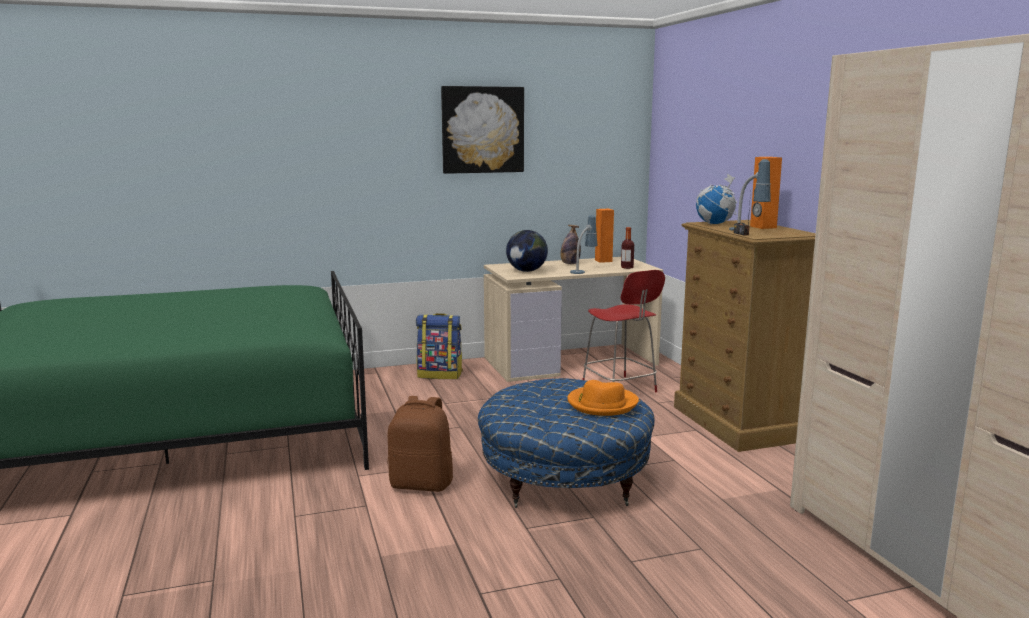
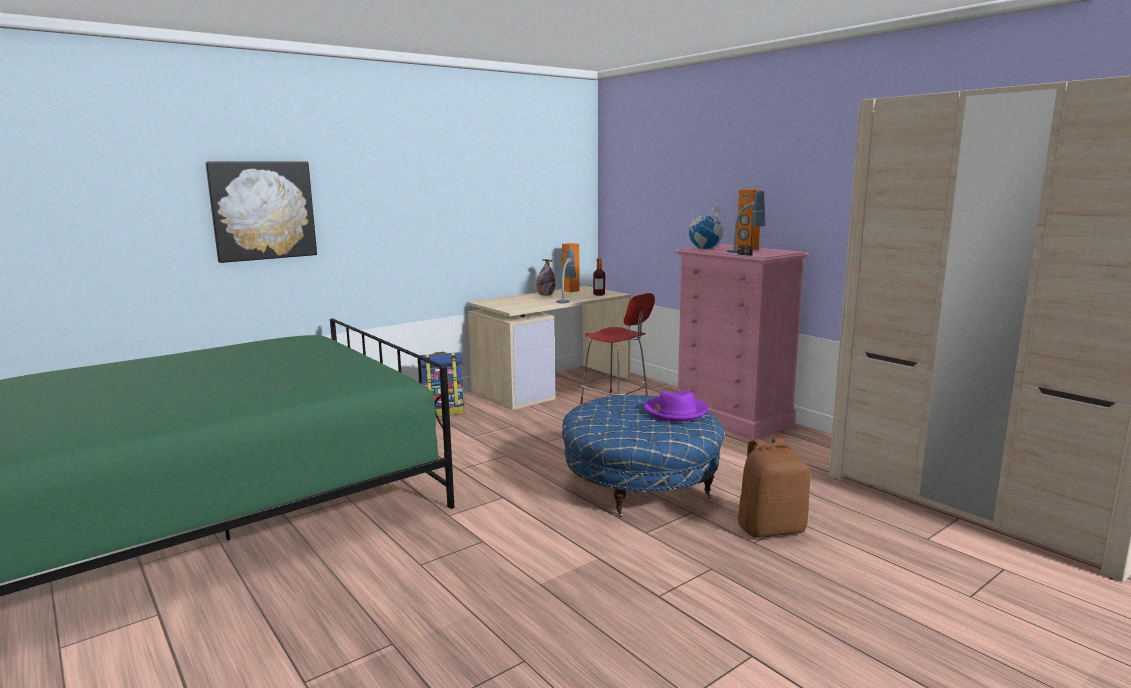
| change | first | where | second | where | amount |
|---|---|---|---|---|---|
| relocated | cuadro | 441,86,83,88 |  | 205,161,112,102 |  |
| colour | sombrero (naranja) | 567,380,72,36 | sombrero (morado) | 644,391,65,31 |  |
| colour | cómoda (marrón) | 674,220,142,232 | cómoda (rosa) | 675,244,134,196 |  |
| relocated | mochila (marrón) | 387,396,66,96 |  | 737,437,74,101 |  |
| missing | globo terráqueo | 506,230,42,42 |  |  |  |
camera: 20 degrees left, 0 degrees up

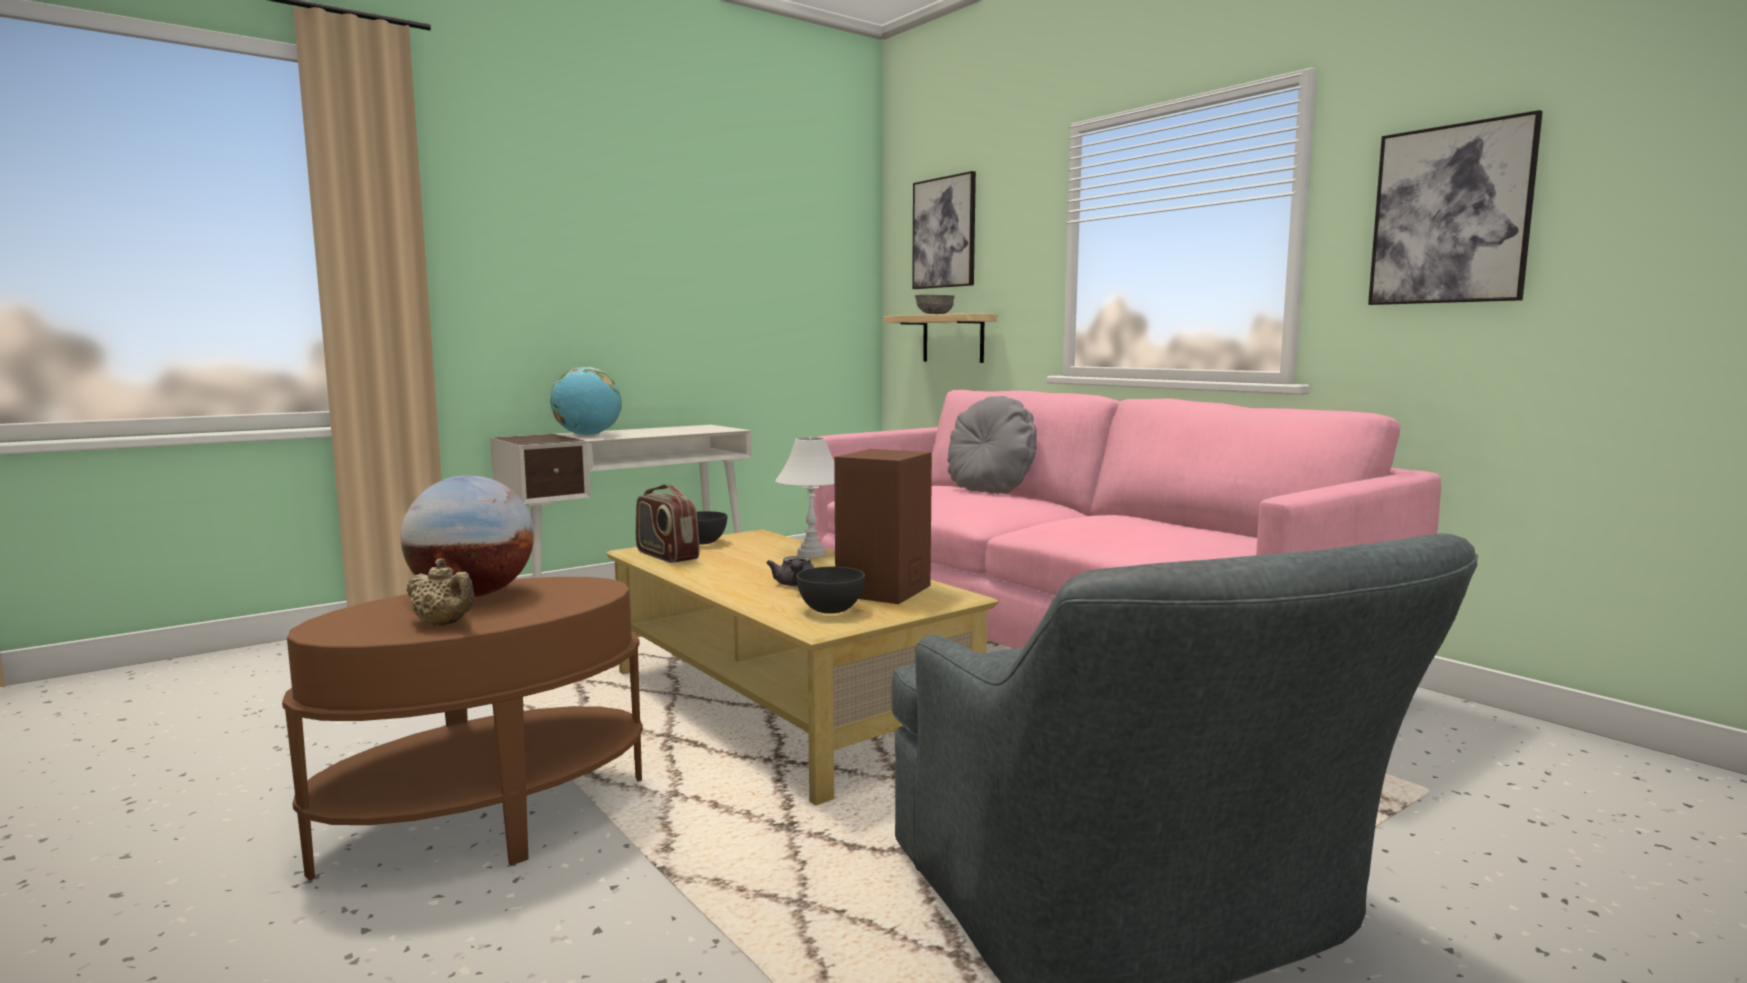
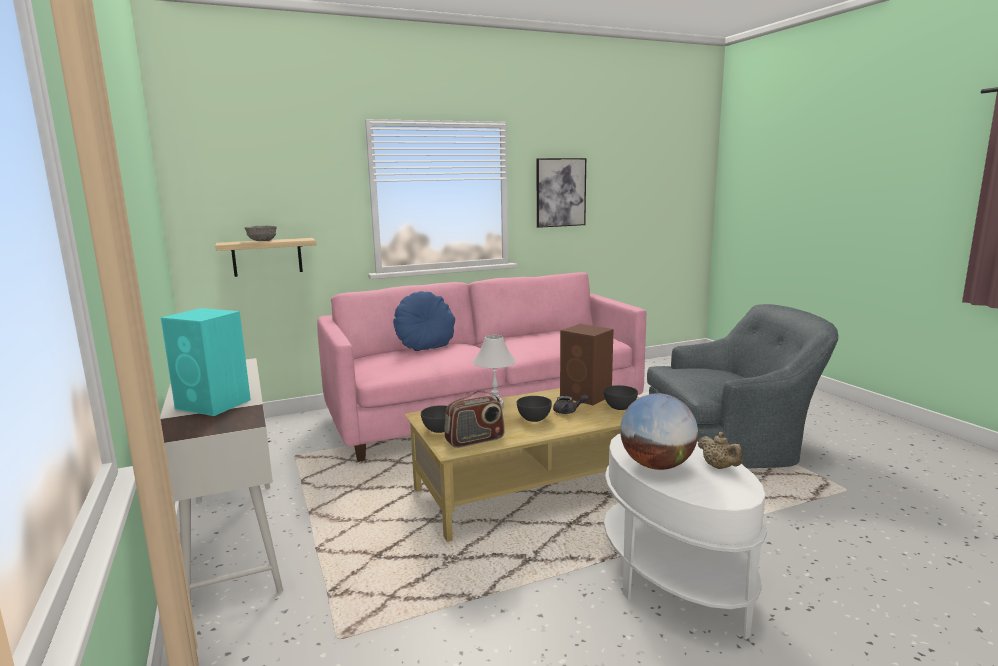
| change | first | where | second | where | amount |
|---|---|---|---|---|---|
| exchanged | globo terráqueo | 550,367,72,69 | altavoz (turquesa) | 161,308,90,108 |  |
| colour | cojín (gris) | 948,396,89,98 | cojín (azul) | 393,291,62,60 |  |
| appeared |  |  | cuenco (gris) | 517,396,35,26 |  |
| colour | mesa auxiliar (marrón) | 282,577,361,304 | mesa auxiliar (blanco) | 604,434,163,205 |  |
| spun | tetera (beis) | 406,558,69,68 |  | 698,432,45,37 | 105 degrees clockwise |
| missing | cuadro | 912,171,64,118 |  |  |  |
camera: 75 degrees left, 5 degrees up

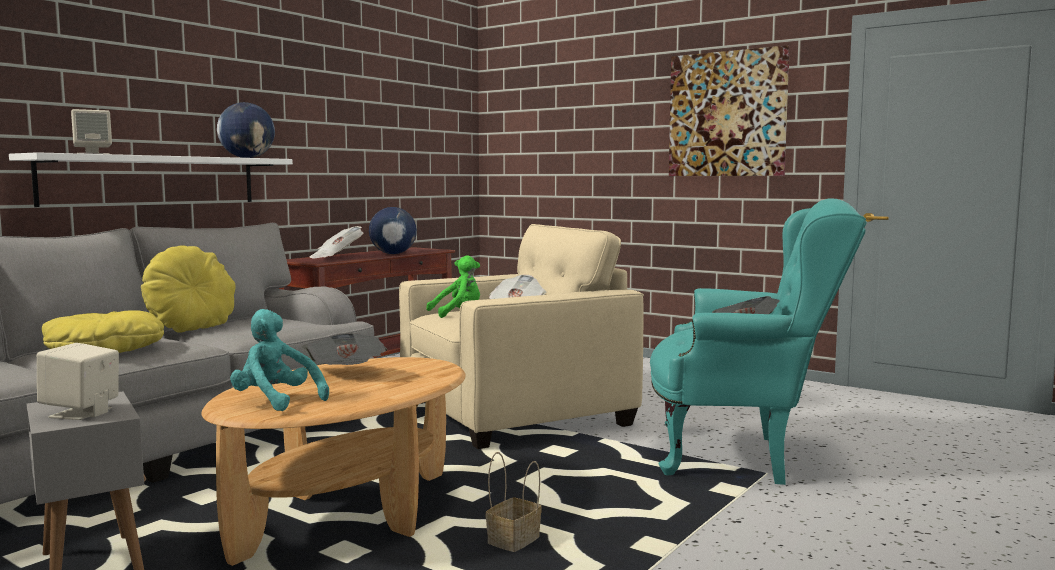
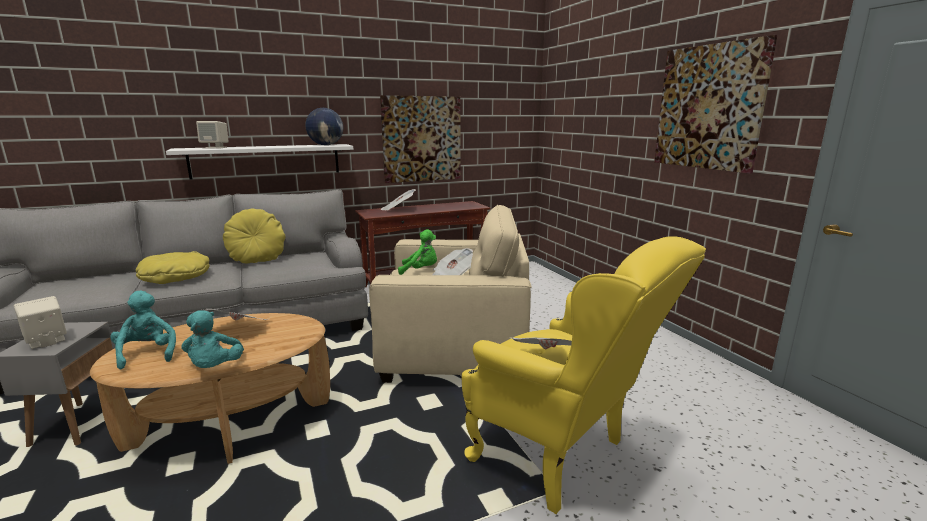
| change | first | where | second | where | amount |
|---|---|---|---|---|---|
| appeared |  |  | peluche (turquesa) | 181,310,63,58 |  |
| appeared |  |  | cuadro | 380,95,81,88 |  |
| colour | sillón (turquesa) | 650,198,217,287 | sillón (amarillo) | 462,236,244,278 |  |
| missing | globo terráqueo | 369,207,48,47 |  |  |  |
| missing | cesta | 486,452,56,100 |  |  |  |
camera: 30 degrees right, 10 degrees up

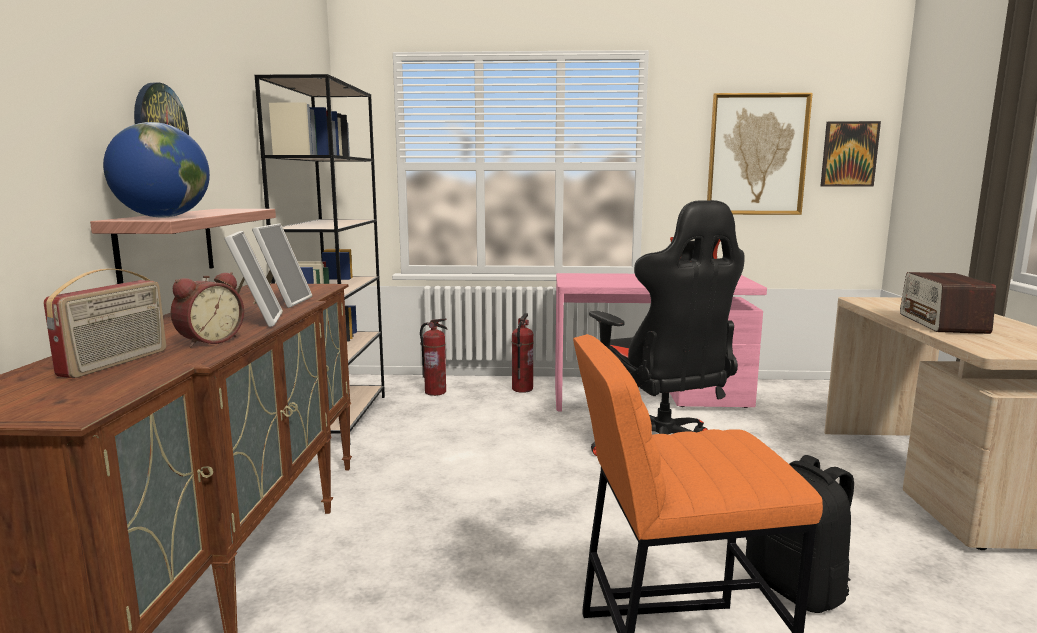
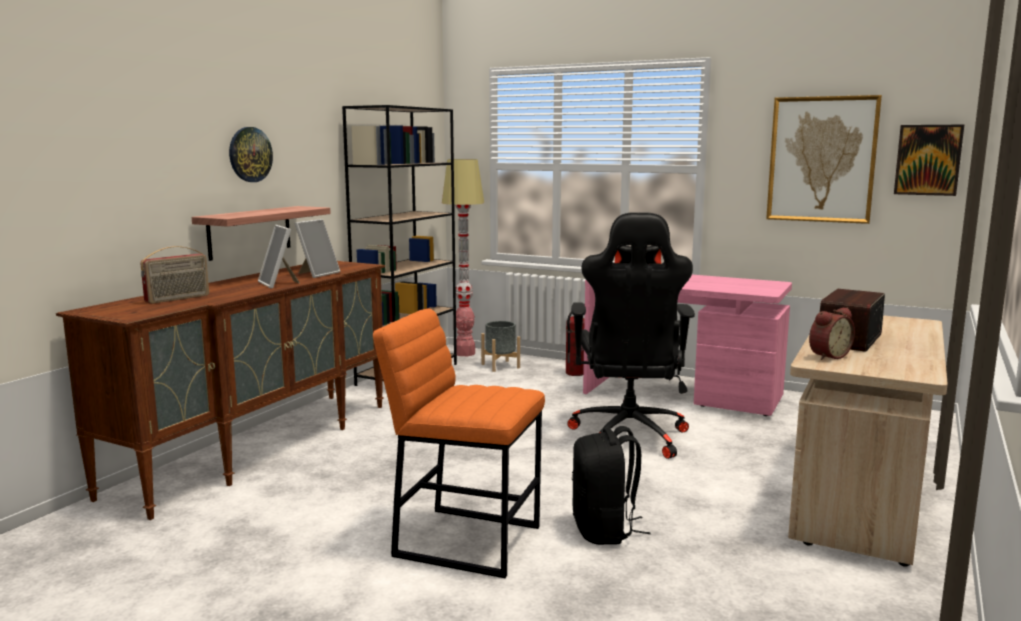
| change | first | where | second | where | amount |
|---|---|---|---|---|---|
| spun | portarretratos | 224,231,59,96 |  | 258,225,42,64 | 135 degrees clockwise |
| appeared |  |  | lámpara de pie | 442,159,42,197 |  |
| exchanged | extintor | 420,318,27,78 | maceta (gris) | 481,321,39,51 |  |
| relocated | despertador | 171,272,73,75 |  | 809,307,46,53 |  |
| missing | globo terráqueo | 103,122,107,95 |  |  |  |
camera: 25 degrees right, 0 degrees up

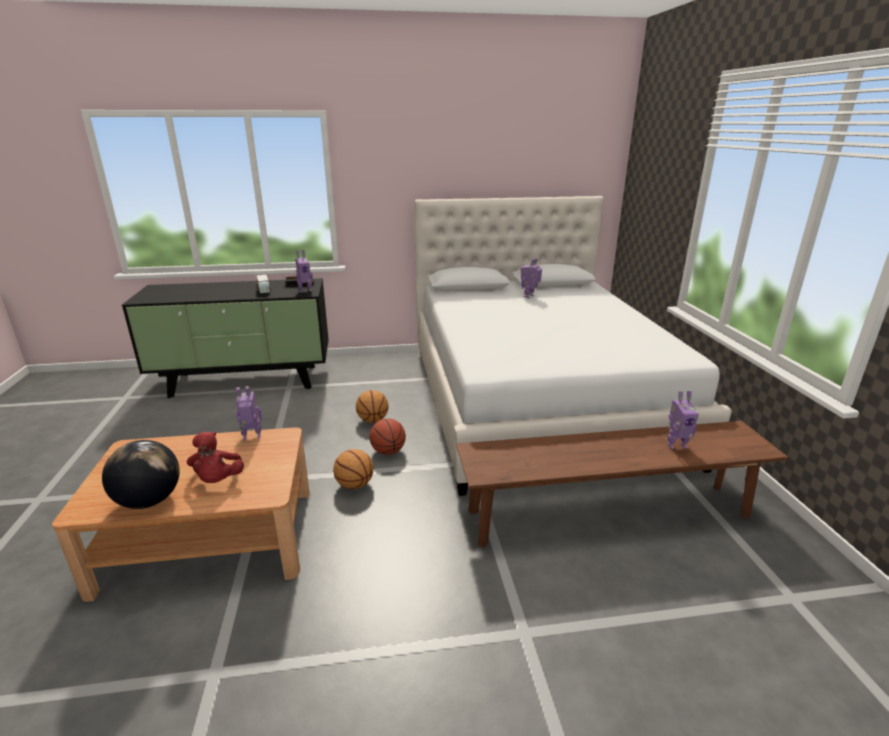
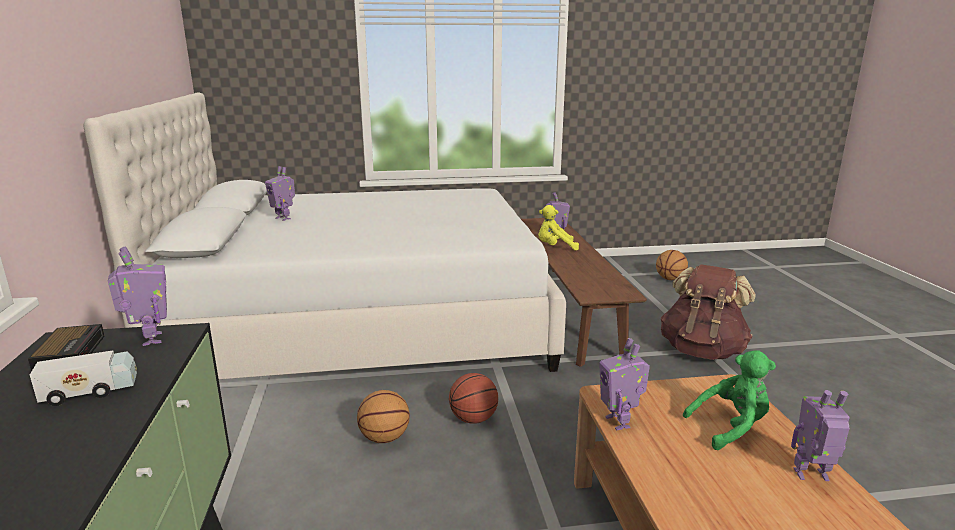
| change | first | where | second | where | amount |
|---|---|---|---|---|---|
| appeared |  |  | peluche (amarillo) | 538,205,41,46 |  |
| relocated | balón de baloncesto | 333,449,41,40 |  | 656,250,32,30 |  |
| appeared |  |  | mochila (marrón) | 661,265,95,95 |  |
| colour | peluche (rojo) | 187,432,57,51 | peluche (verde) | 683,350,93,100 |  |
| exchanged | globo terráqueo | 102,440,78,69 | robot de juguete | 791,390,59,91 |  |
camera: 90 degrees left, 5 degrees down

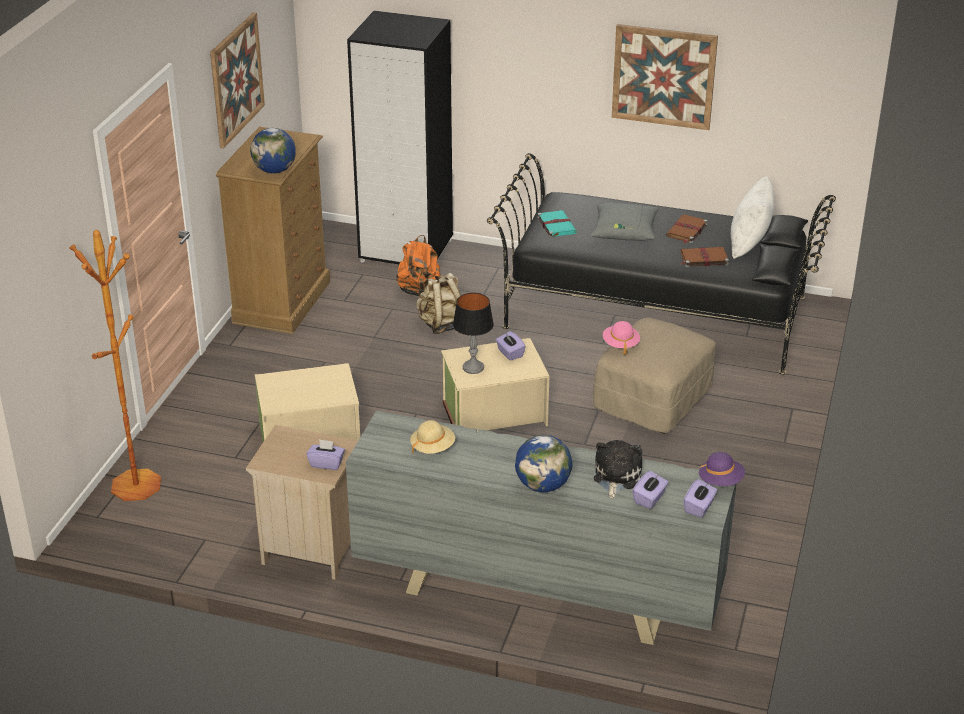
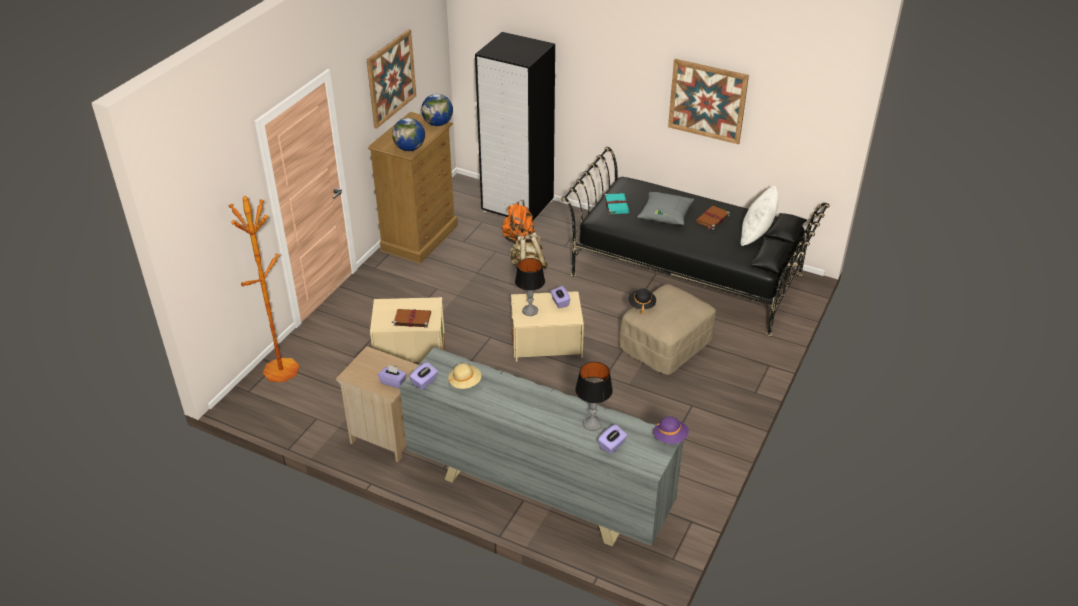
| change | first | where | second | where | amount |
|---|---|---|---|---|---|
| relocated | libro (marrón) | 680,247,49,20 |  | 392,309,39,19 |  |
| relocated | caja de pañuelos (morado) | 683,479,34,39 |  | 409,362,29,28 |  |
| relocated | globo terráqueo | 515,435,58,57 |  | 421,94,32,32 |  |
| exchanged | peluche | 594,440,48,59 | lámpara de mesa | 575,362,38,69 |  |
| colour | sombrero (rosa) | 603,321,37,34 | sombrero (negro) | 628,289,28,25 |  |
camera: 10 degrees right, 5 degrees up

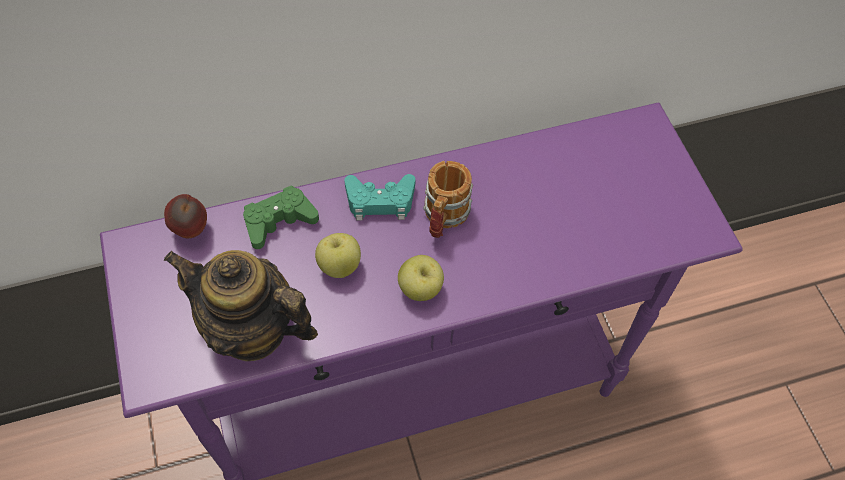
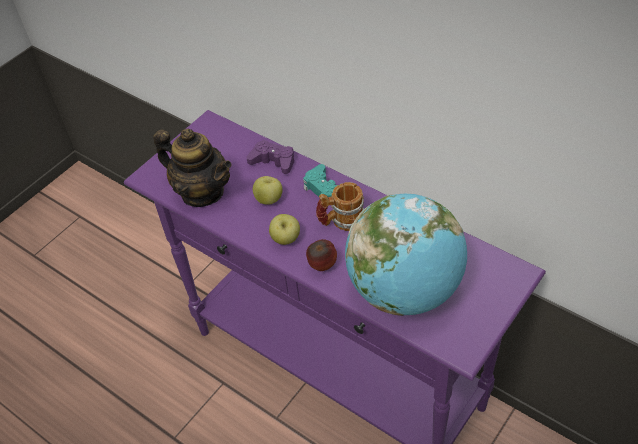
| change | first | where | second | where | amount |
|---|---|---|---|---|---|
| spun | tetera | 164,250,154,111 |  | 153,129,79,78 | 135 degrees clockwise |
| colour | mando de consola (verde) | 243,185,76,64 | mando de consola (morado) | 246,140,48,34 |  |
| relocated | manzana | 164,194,43,44 |  | 306,239,31,32 |  |
| appeared |  |  | globo terráqueo | 345,194,122,122 |  |
camera: 60 degrees right, 10 degrees down

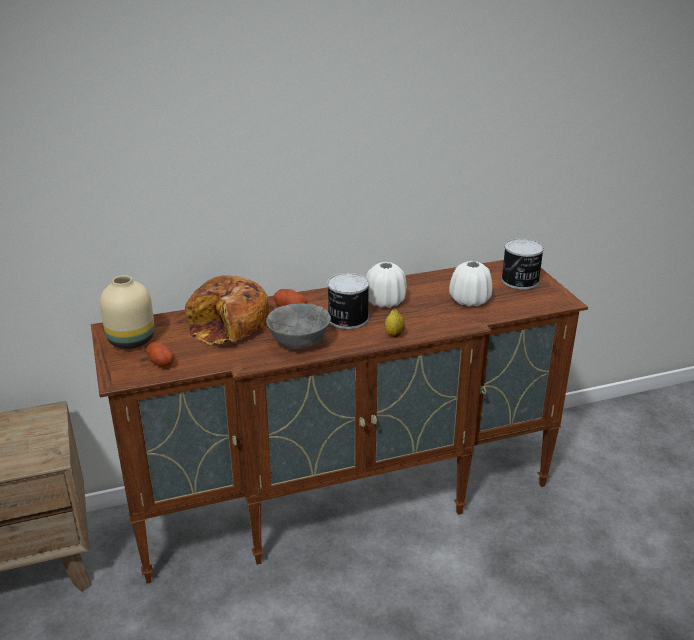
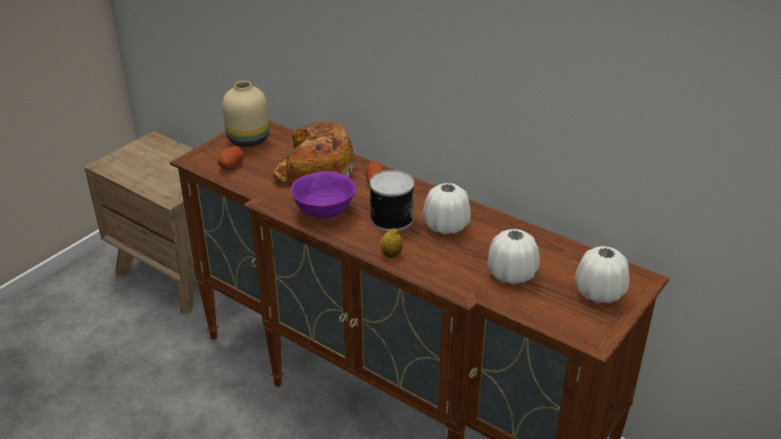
| change | first | where | second | where | amount |
|---|---|---|---|---|---|
| colour | cuenco (gris) | 266,303,65,46 | cuenco (morado) | 291,171,65,47 |  |
| exchanged | lata | 501,238,43,51 | florero (blanco) | 575,246,54,57 |  |
camera: 55 degrees right, 5 degrees up

